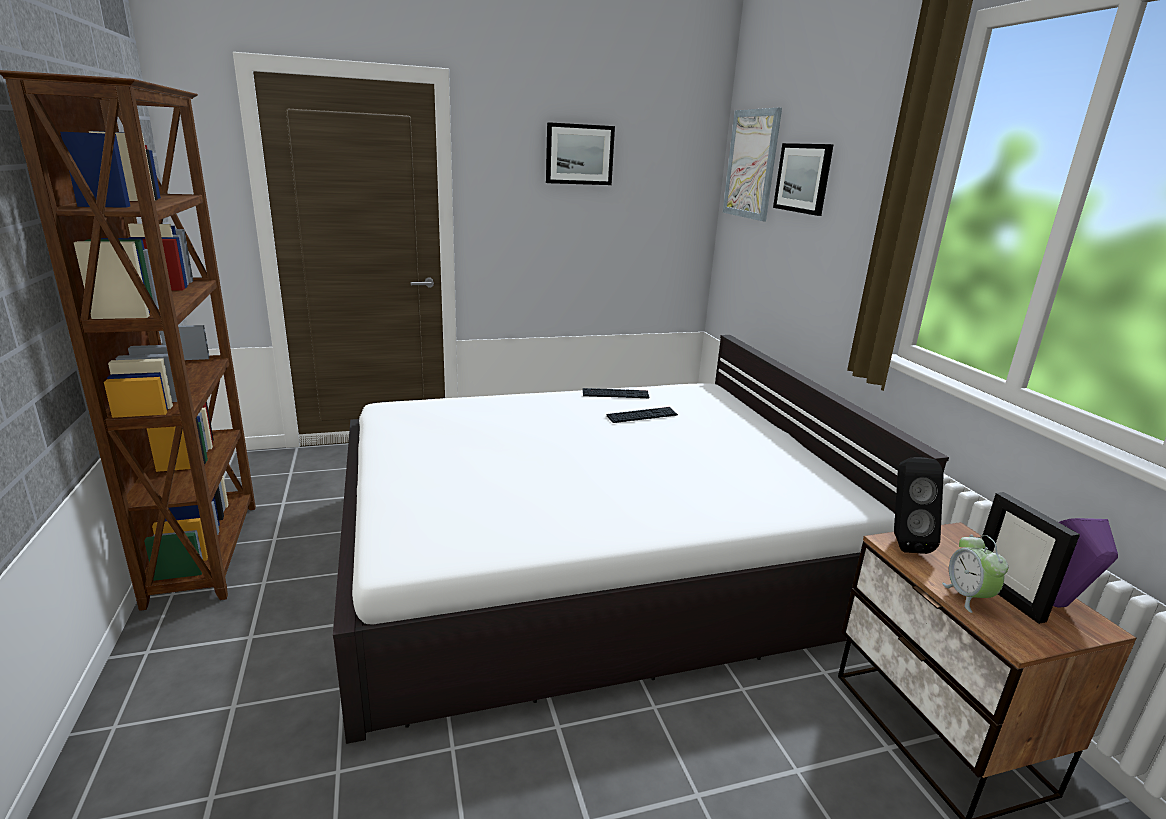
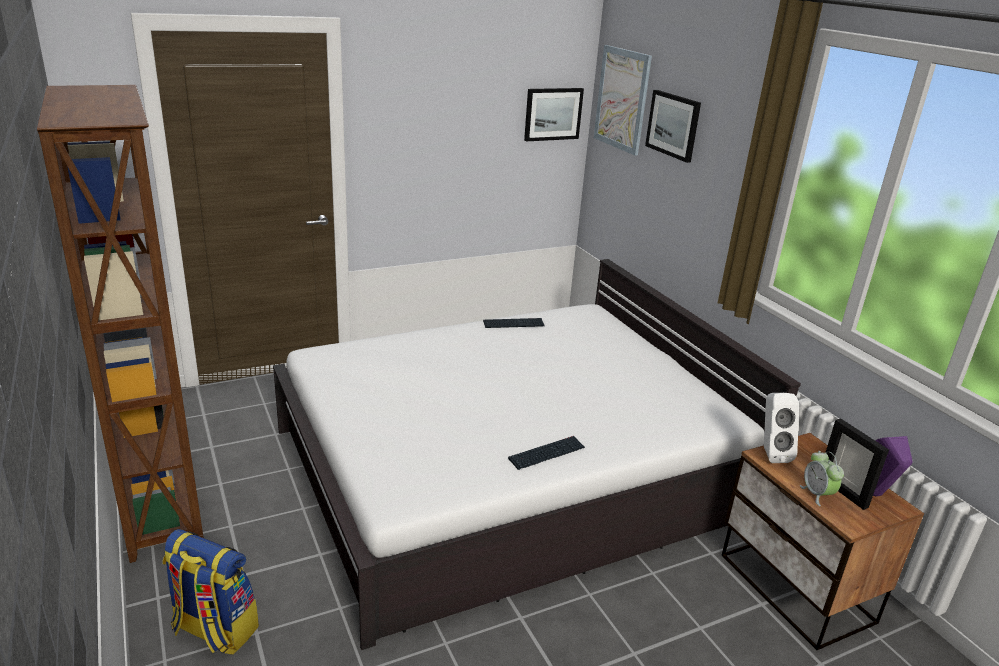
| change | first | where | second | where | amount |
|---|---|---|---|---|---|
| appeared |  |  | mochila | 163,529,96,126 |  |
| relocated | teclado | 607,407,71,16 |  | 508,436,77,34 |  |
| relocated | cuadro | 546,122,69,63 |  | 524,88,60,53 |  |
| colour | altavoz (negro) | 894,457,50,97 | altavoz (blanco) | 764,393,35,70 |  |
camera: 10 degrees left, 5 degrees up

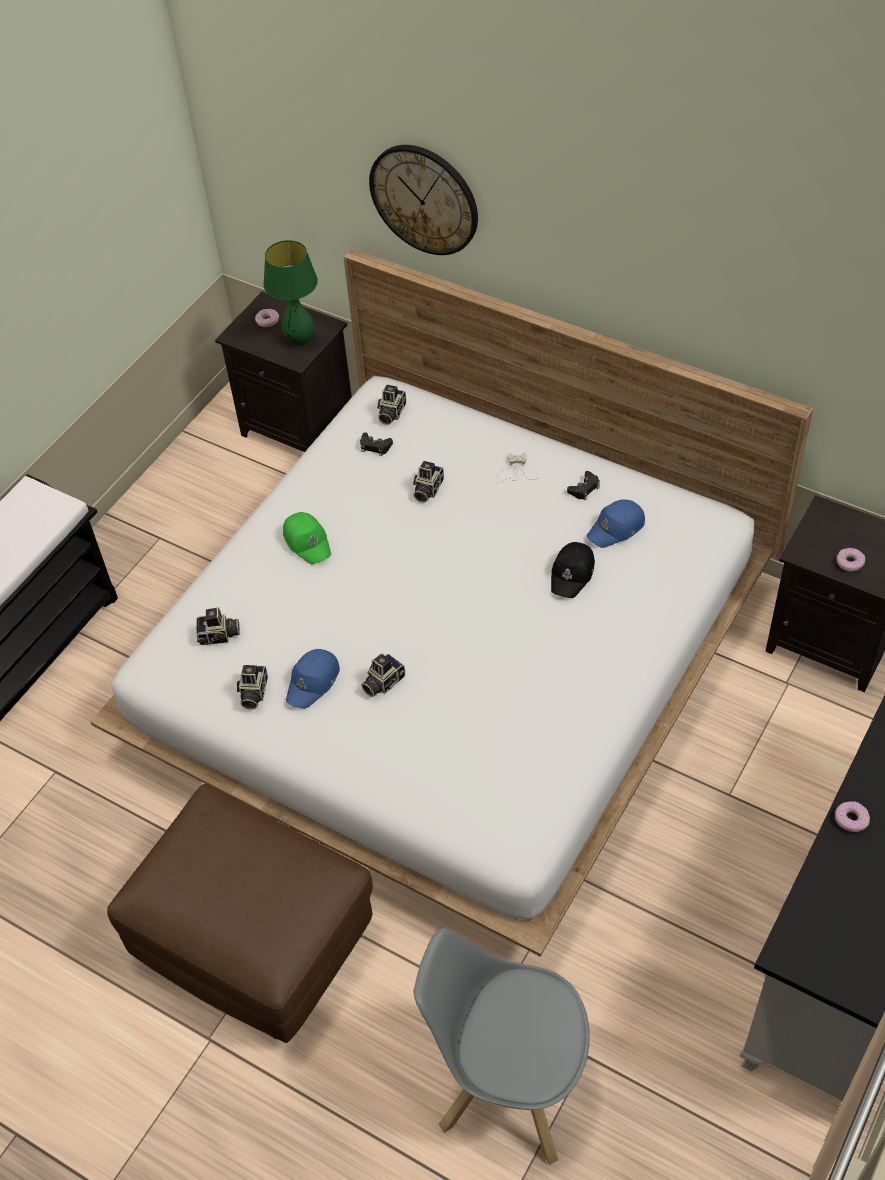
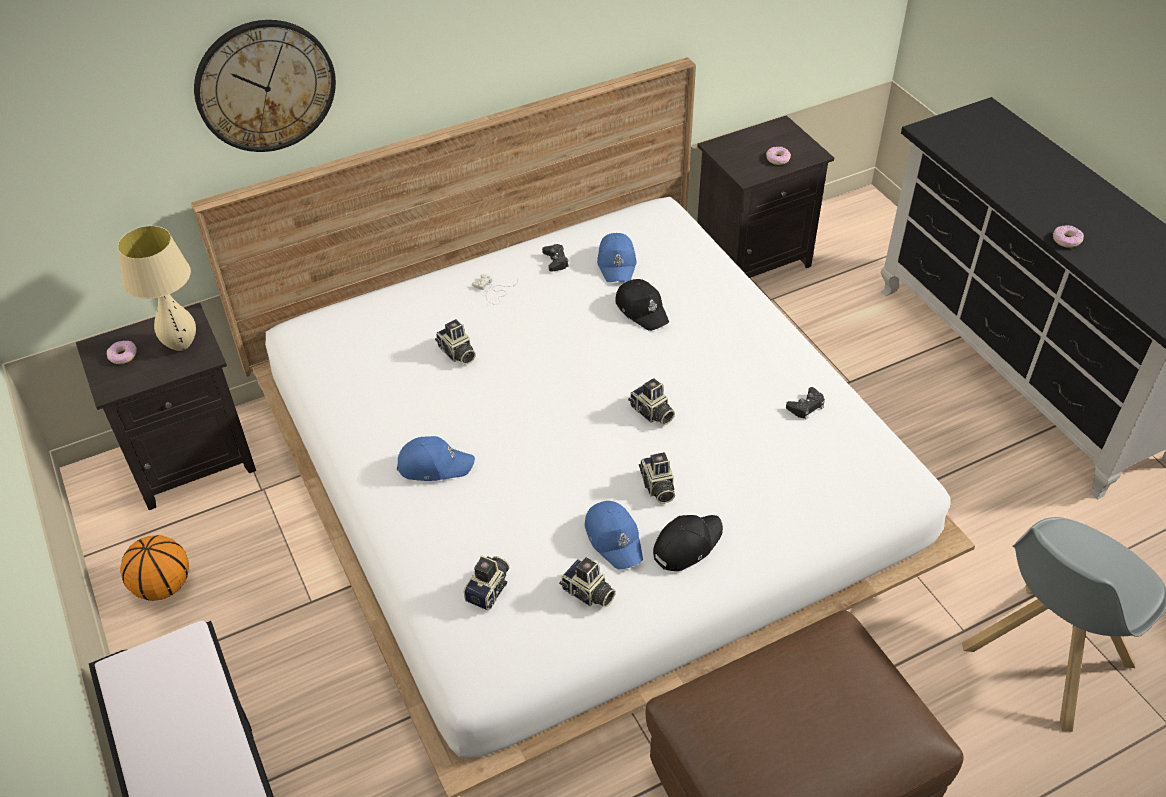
| change | first | where | second | where | amount |
|---|---|---|---|---|---|
| colour | lámpara de mesa (verde) | 263,240,55,106 | lámpara de mesa (beis) | 118,226,78,125 |  |
| appeared |  |  | balón de baloncesto | 120,535,69,66 |  |
| colour | gorra (verde) | 283,512,48,53 | gorra (azul) | 397,436,78,45 |  |
| relocated | cámara | 377,385,29,40 |  | 628,378,47,47 |  |
| appeared |  |  | gorra (negro) | 653,515,70,56 |  |
| relocated | mando de consola (negro) | 360,432,33,24 |  | 786,387,39,33 |  |
camera: 60 degrees left, 5 degrees down

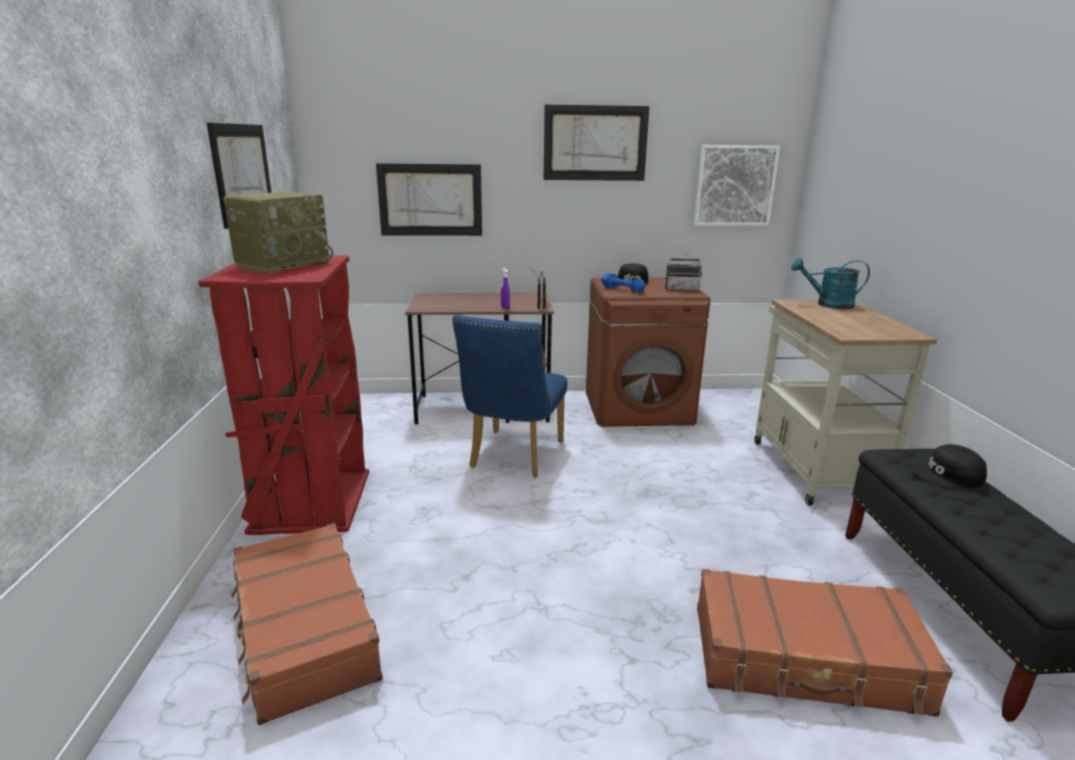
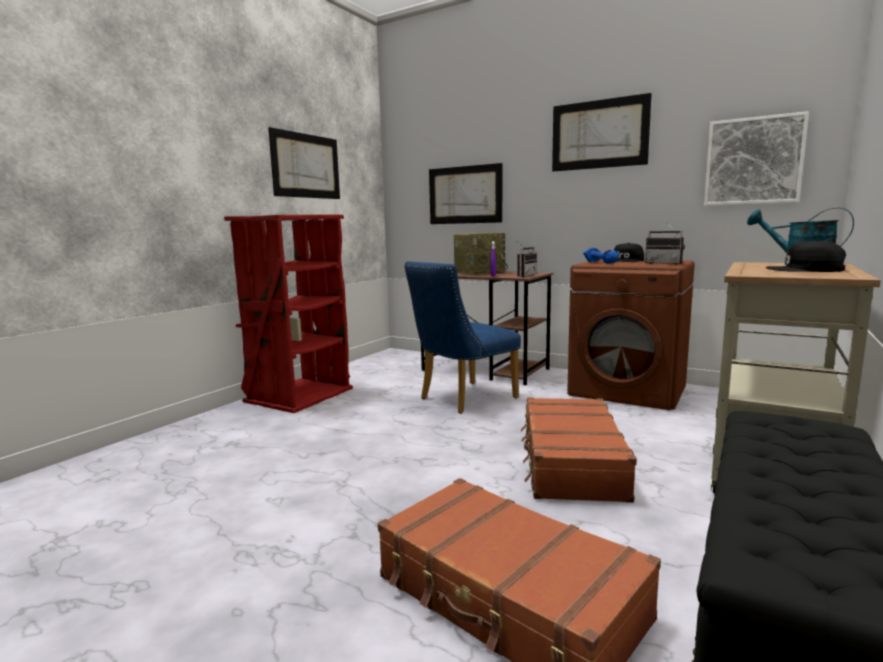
| change | first | where | second | where | amount |
|---|---|---|---|---|---|
| relocated | radio | 223,192,110,82 |  | 454,233,54,42 |  |
| relocated | maleta (marrón) | 231,523,152,202 |  | 521,397,116,106 |  |
| relocated | gorra (negro) | 911,444,76,43 |  | 765,240,81,32 |  |
camera: 35 degrees right, 10 degrees down

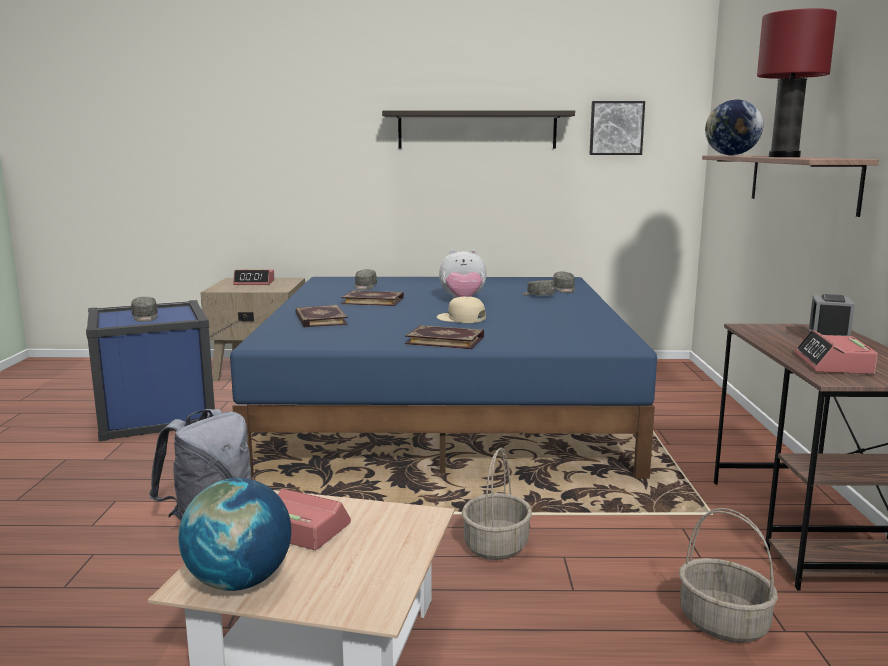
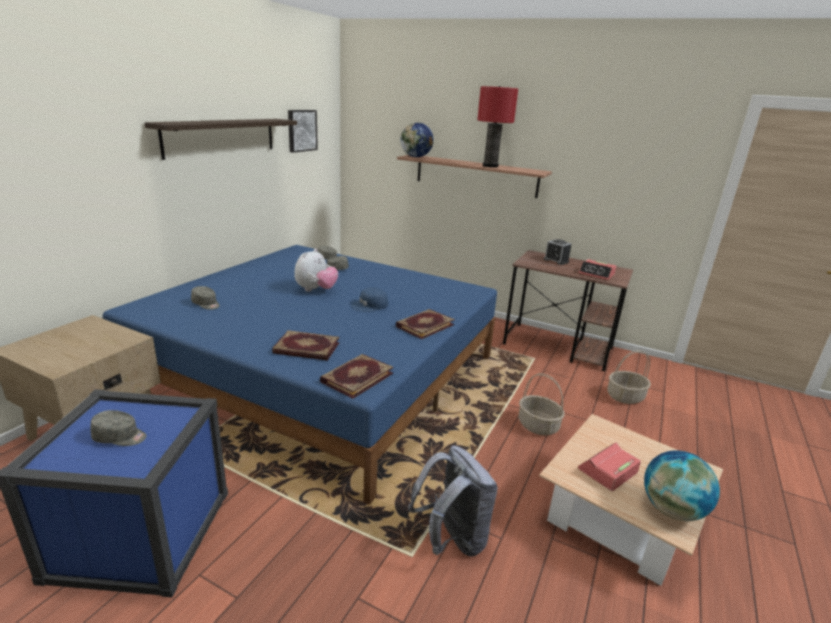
| change | first | where | second | where | amount |
|---|---|---|---|---|---|
| relocated | libro | 341,291,63,15 |  | 320,354,74,45 |  |
| colour | gorra (beis) | 437,297,49,26 | gorra (azul) | 351,287,37,25 |  |
| missing | despertador | 233,269,41,16 |  |  |  |
camera: 65 degrees left, 10 degrees up

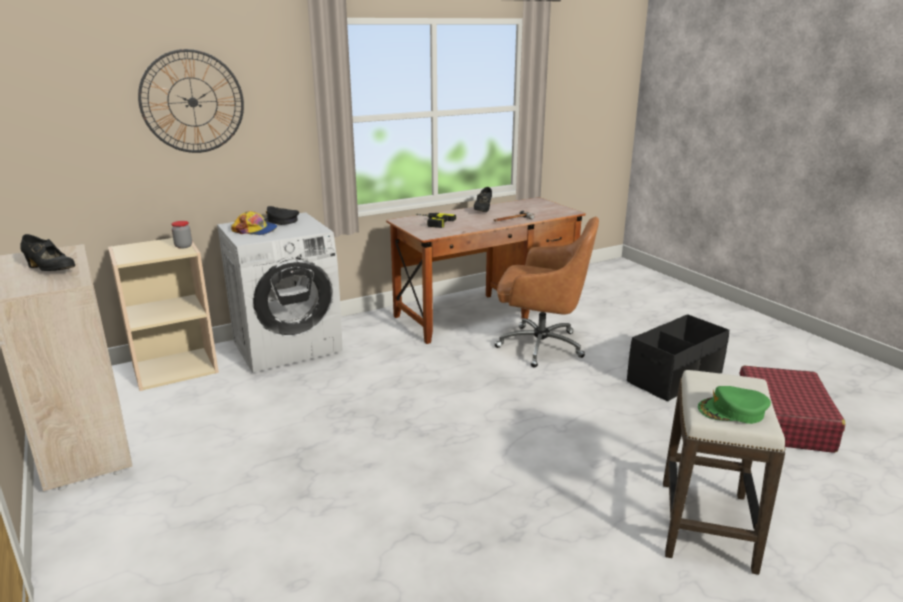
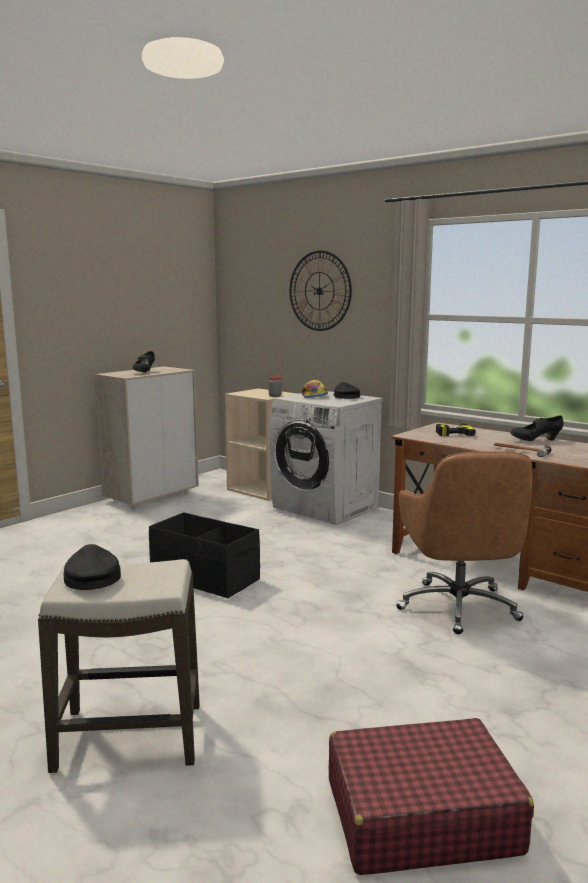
| change | first | where | second | where | amount |
|---|---|---|---|---|---|
| colour | gorra (verde) | 698,386,73,38 | gorra (negro) | 63,544,58,46 |  |
| relocated | caja de almacenaje (negro) | 627,314,102,87 |  | 149,512,111,86 |  |
camera: 70 degrees right, 10 degrees down

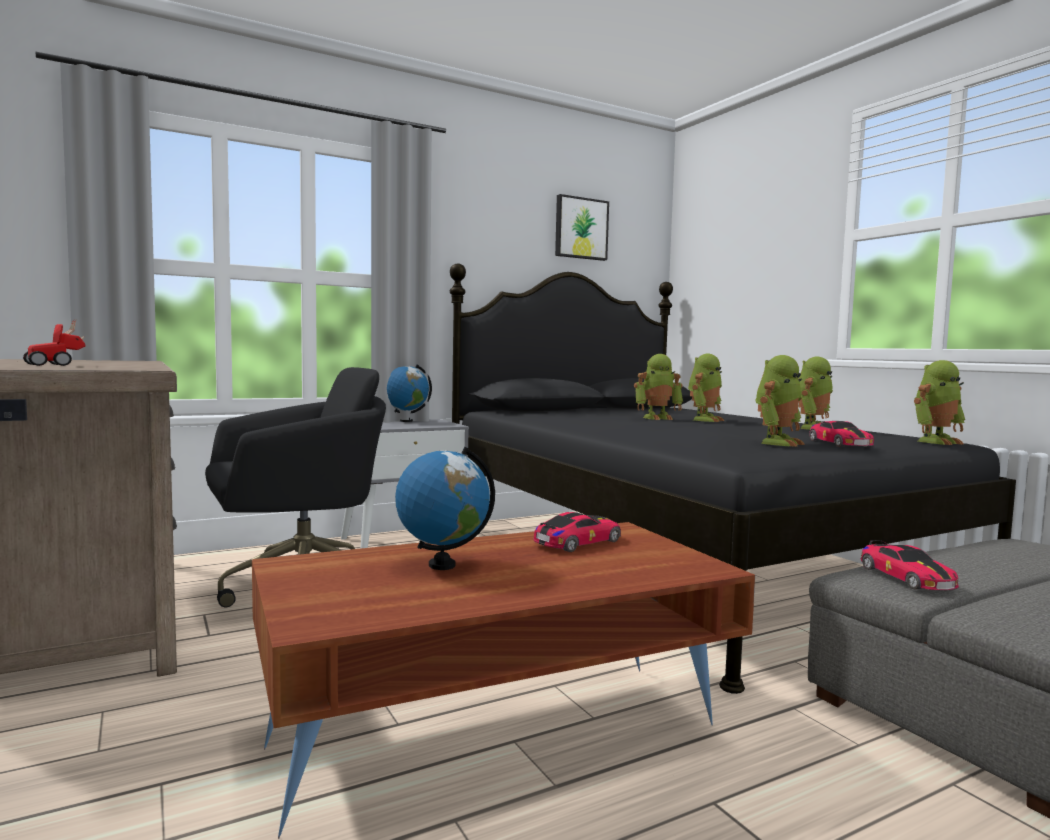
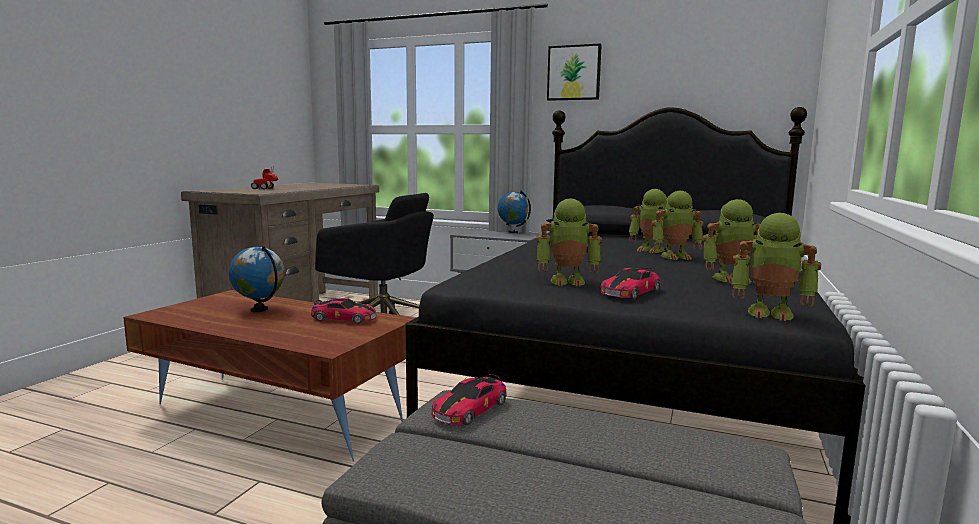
| change | first | where | second | where | amount |
|---|---|---|---|---|---|
| relocated | cuadro | 555,194,54,67 |  | 547,43,55,58 |  |
camera: 50 degrees right, 5 degrees up

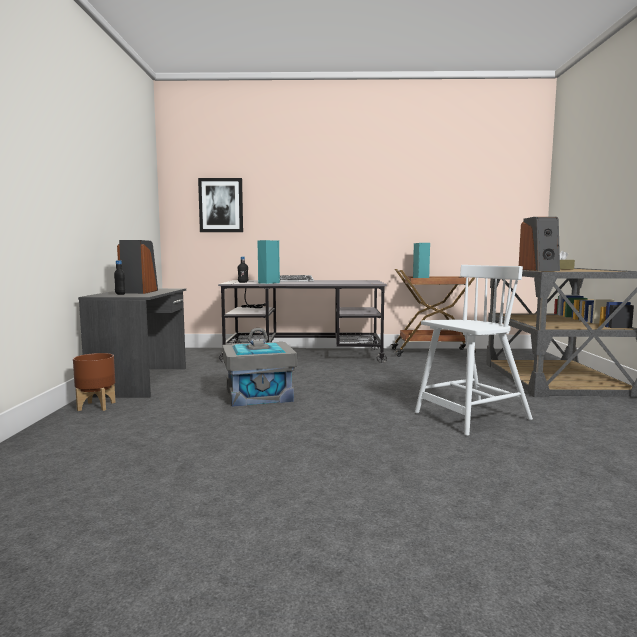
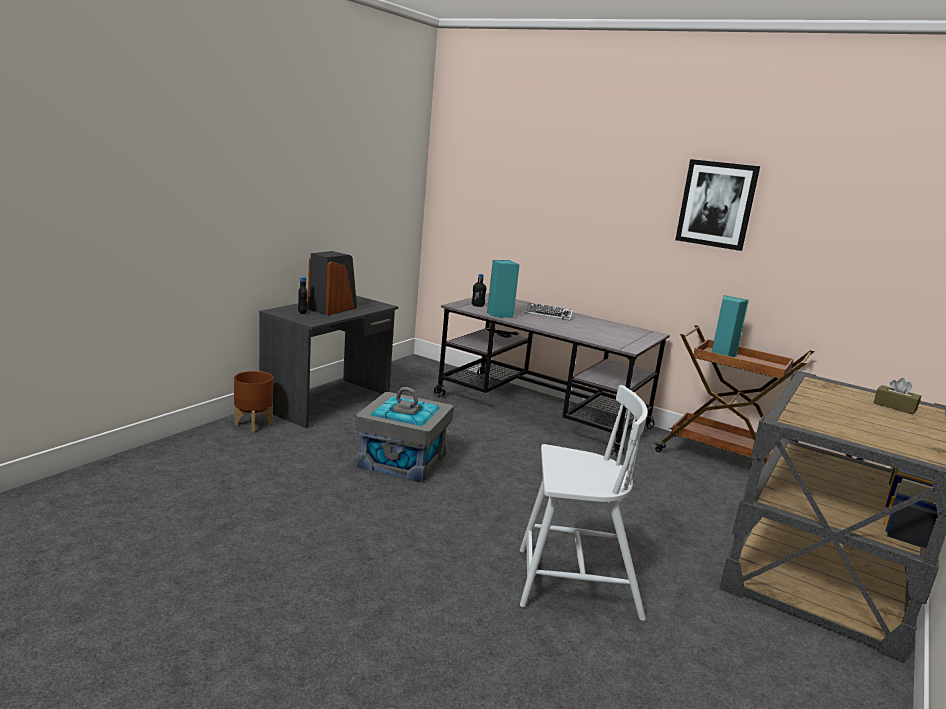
| change | first | where | second | where | amount |
|---|---|---|---|---|---|
| relocated | cuadro | 198,178,45,54 |  | 675,159,85,92 |  |
| missing | altavoz | 519,217,41,54 |  |  |  |
camera: 30 degrees right, 10 degrees up

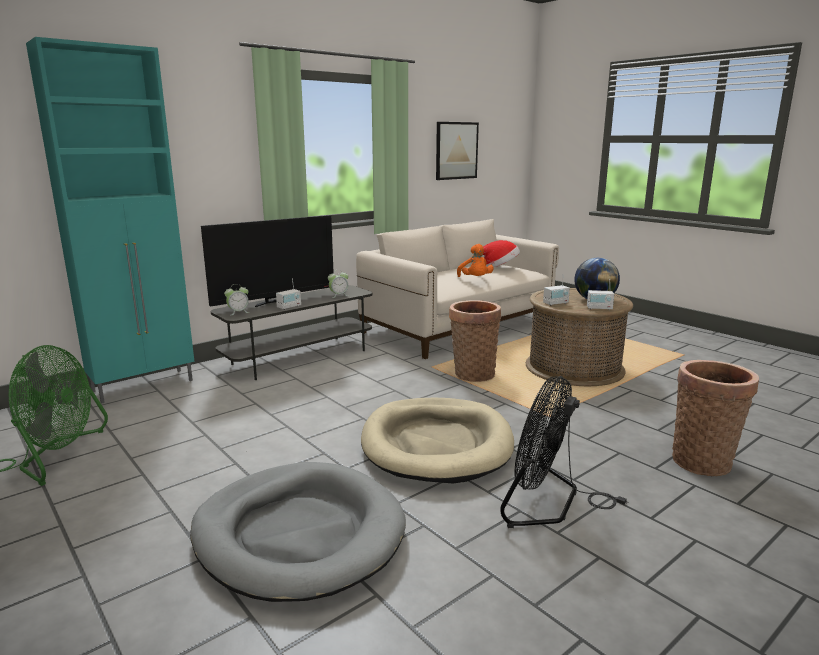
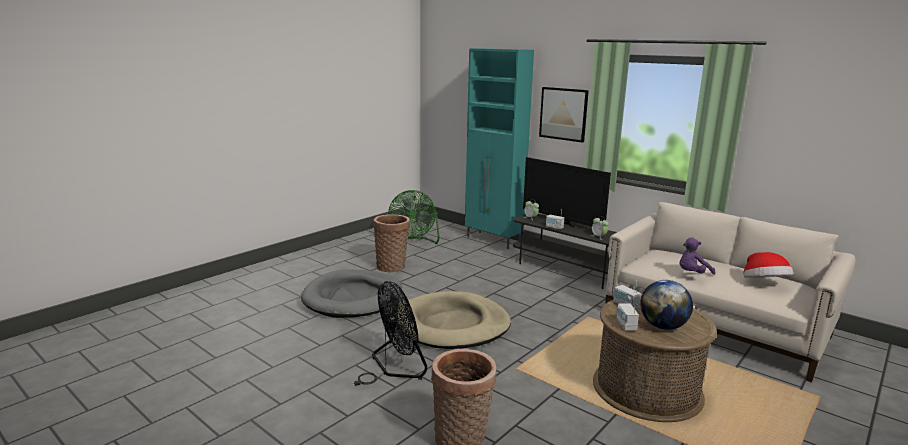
| change | first | where | second | where | amount |
|---|---|---|---|---|---|
| spun | ventilador (negro) | 500,376,128,152 |  | 354,281,73,105 | 45 degrees clockwise |
| relocated | cesta | 449,300,52,82 |  | 373,214,37,58 |  |
| relocated | cuadro | 436,122,43,58 |  | 539,87,50,56 |  |
| colour | peluche (naranja) | 457,244,37,33 | peluche (morado) | 680,238,35,37 |  |
camera: 80 degrees right, 0 degrees up

